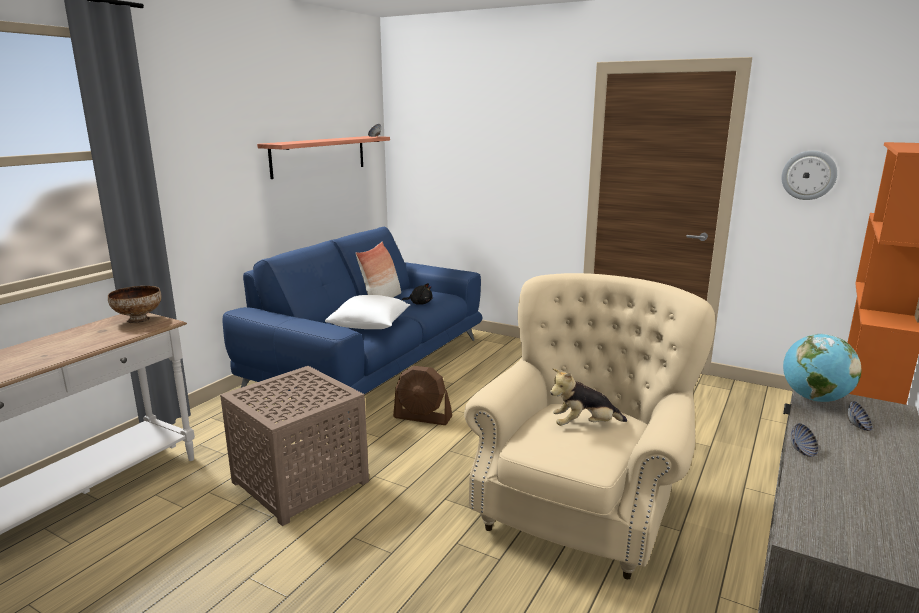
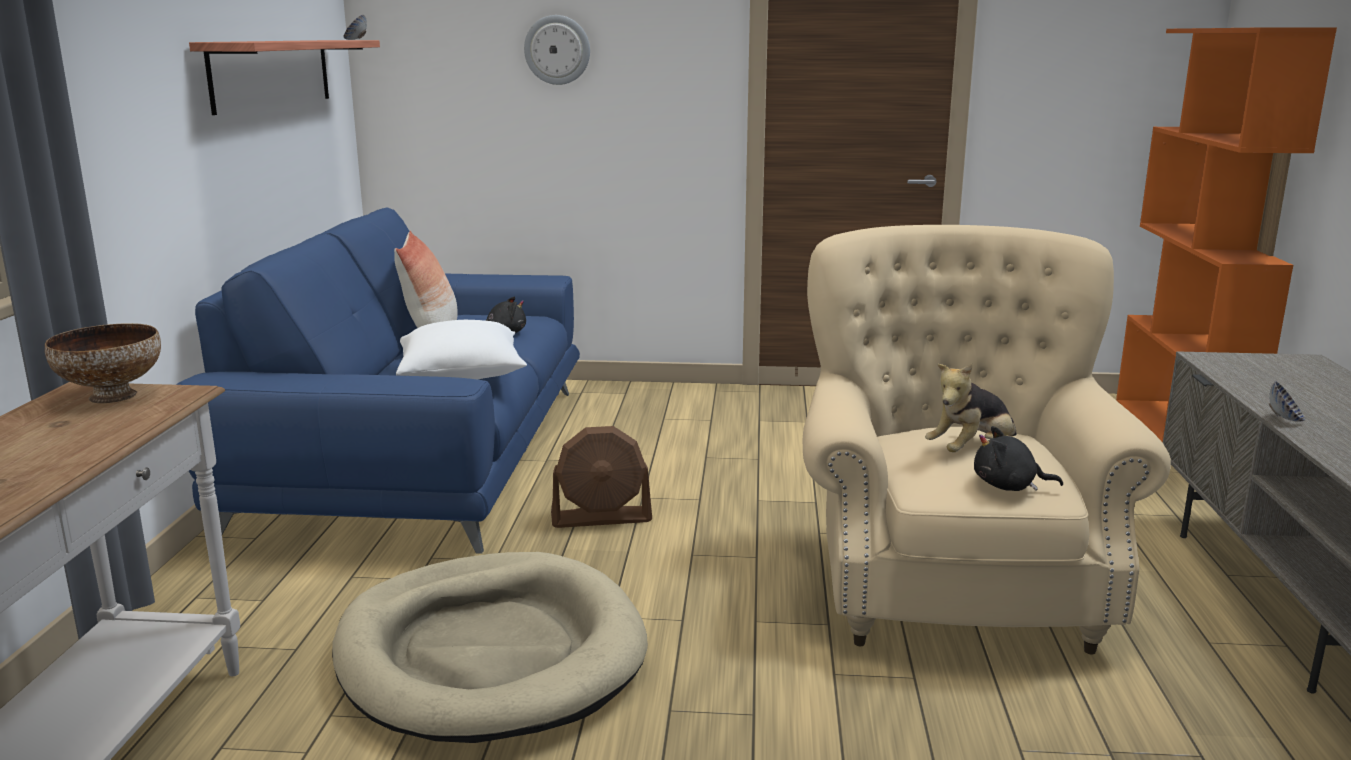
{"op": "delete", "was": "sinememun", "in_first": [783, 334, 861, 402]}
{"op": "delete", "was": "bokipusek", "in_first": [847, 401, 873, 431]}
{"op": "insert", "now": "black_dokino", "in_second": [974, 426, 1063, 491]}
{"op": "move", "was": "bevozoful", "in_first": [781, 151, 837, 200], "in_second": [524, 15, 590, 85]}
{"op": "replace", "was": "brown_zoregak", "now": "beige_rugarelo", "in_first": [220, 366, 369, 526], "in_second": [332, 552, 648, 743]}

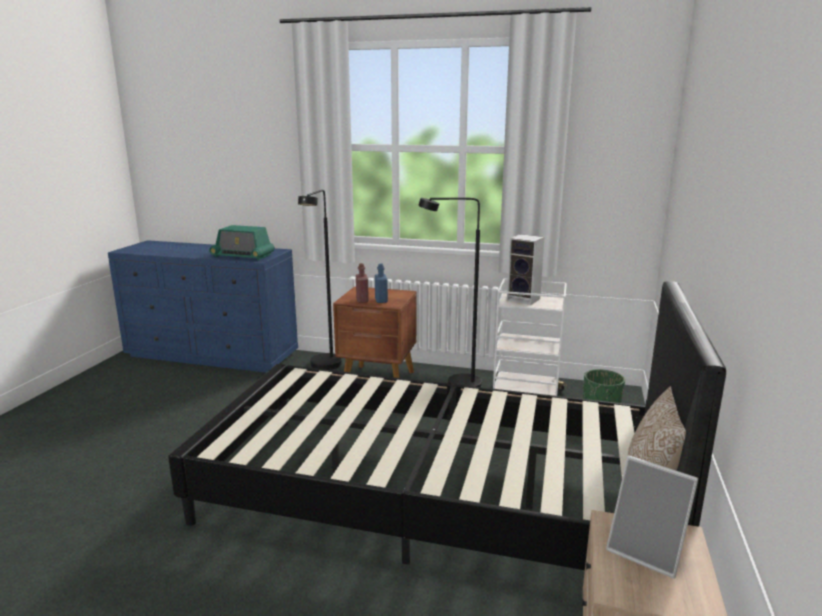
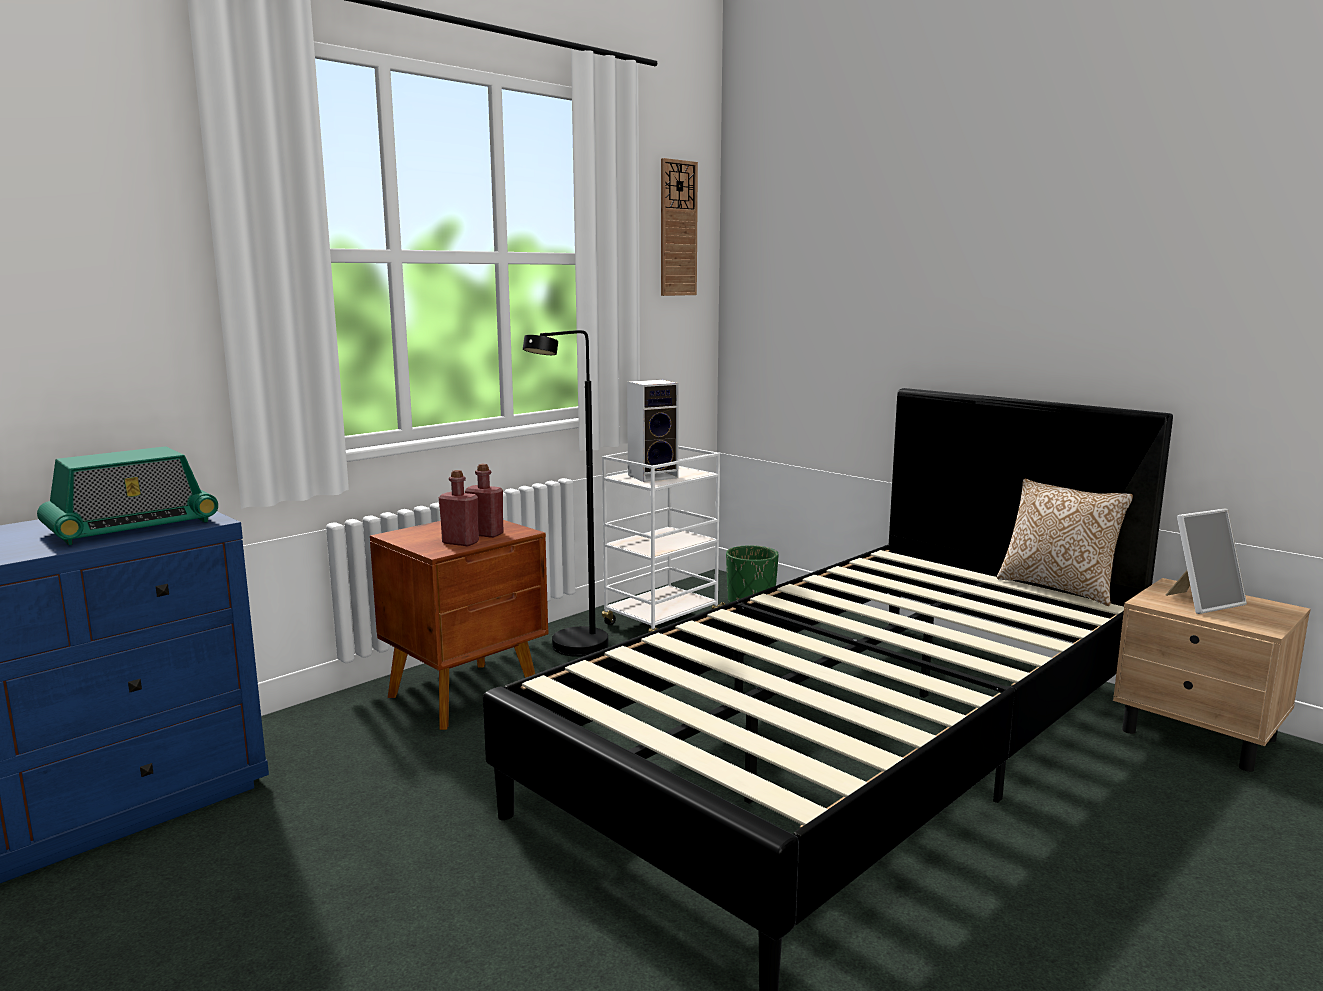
{"op": "delete", "was": "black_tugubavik", "in_first": [298, 190, 342, 370]}
{"op": "insert", "now": "bevozoful", "in_second": [661, 158, 698, 296]}
{"op": "recolor", "was": "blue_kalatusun", "now": "red_kalatusun", "in_first": [375, 263, 388, 303], "in_second": [465, 464, 504, 538]}

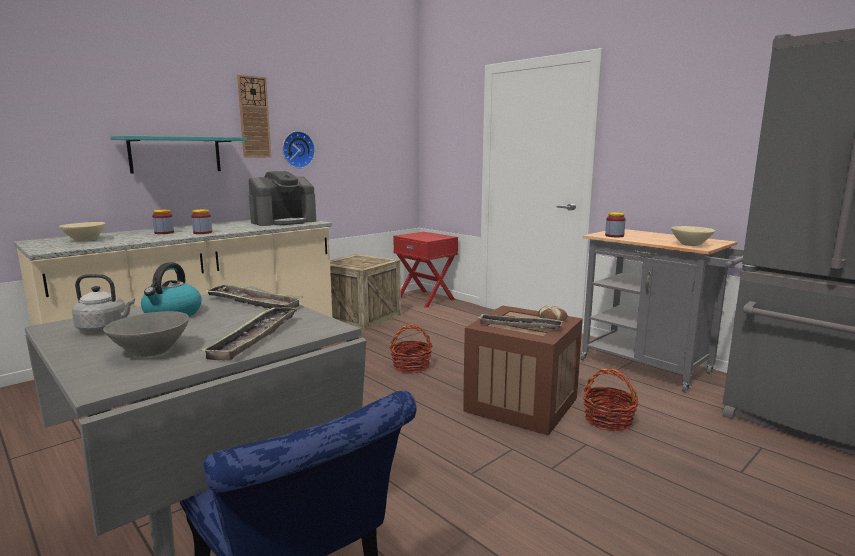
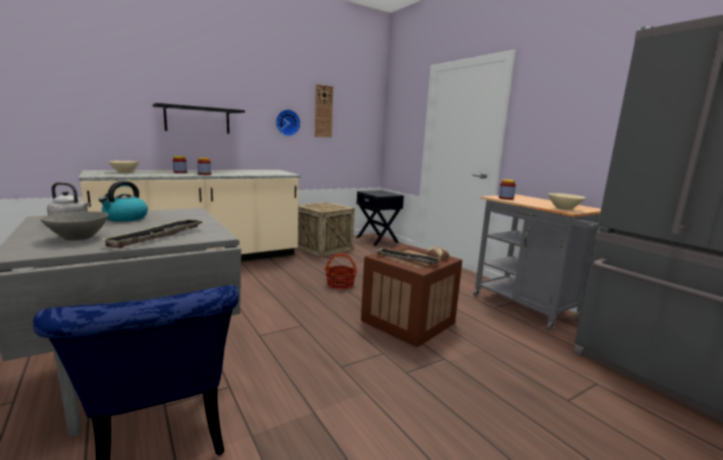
{"op": "delete", "was": "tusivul", "in_first": [205, 284, 303, 309]}
{"op": "delete", "was": "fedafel", "in_first": [249, 171, 316, 226]}
{"op": "delete", "was": "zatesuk", "in_first": [583, 369, 638, 431]}
{"op": "move", "was": "bevozoful", "in_first": [237, 75, 272, 158], "in_second": [315, 84, 333, 138]}
{"op": "recolor", "was": "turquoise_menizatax", "now": "black_menizatax", "in_first": [111, 136, 247, 174], "in_second": [153, 103, 245, 134]}
{"op": "recolor", "was": "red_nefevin", "now": "black_nefevin", "in_first": [393, 232, 458, 308], "in_second": [356, 190, 404, 246]}

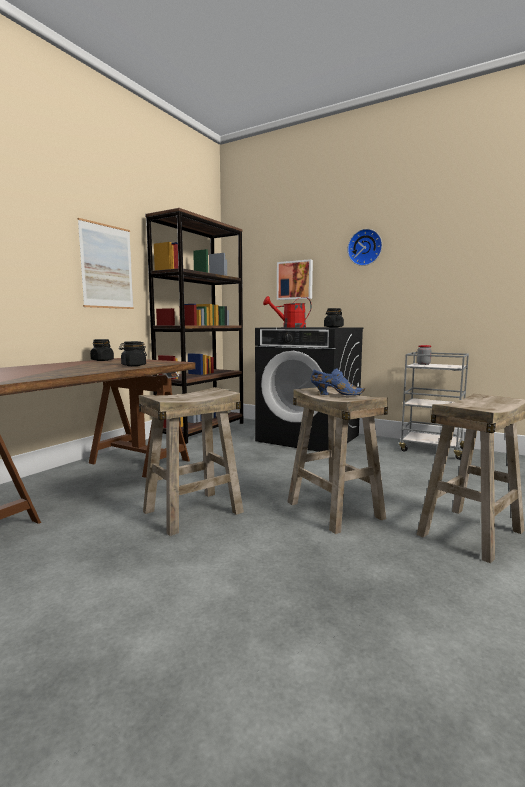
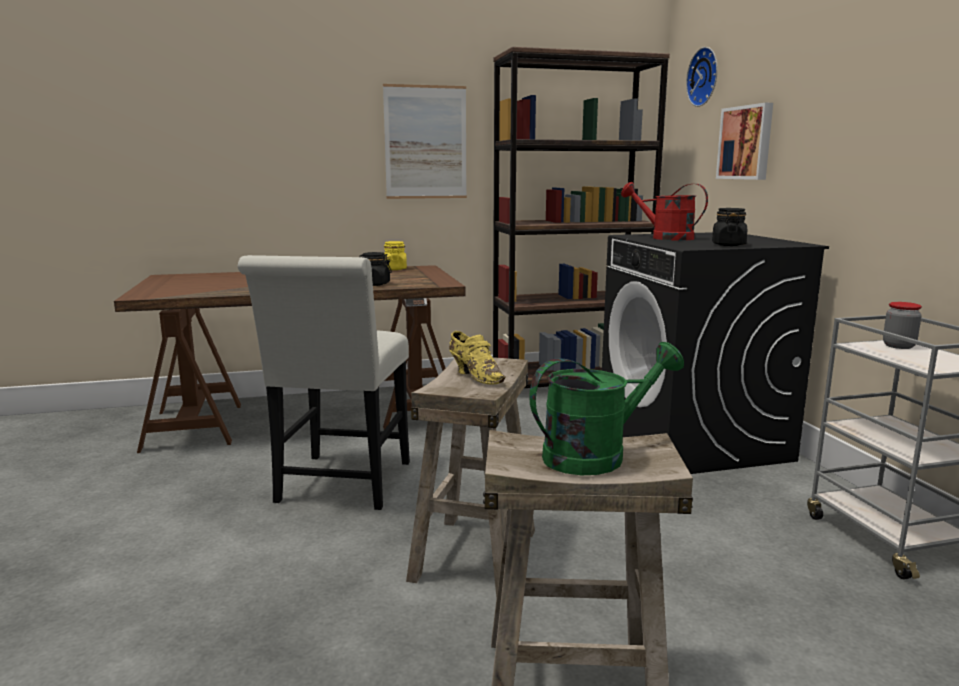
{"op": "insert", "now": "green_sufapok", "in_second": [529, 342, 684, 475]}
{"op": "move", "was": "bevozoful", "in_first": [348, 229, 382, 266], "in_second": [686, 47, 718, 107]}
{"op": "replace", "was": "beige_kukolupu", "now": "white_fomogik", "in_first": [139, 387, 244, 536], "in_second": [238, 255, 410, 510]}
{"op": "recolor", "was": "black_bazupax", "now": "yellow_bazupax", "in_first": [90, 339, 114, 361], "in_second": [384, 241, 407, 270]}
{"op": "recolor", "was": "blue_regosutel", "now": "yellow_regosutel", "in_first": [311, 368, 365, 395], "in_second": [449, 331, 506, 385]}

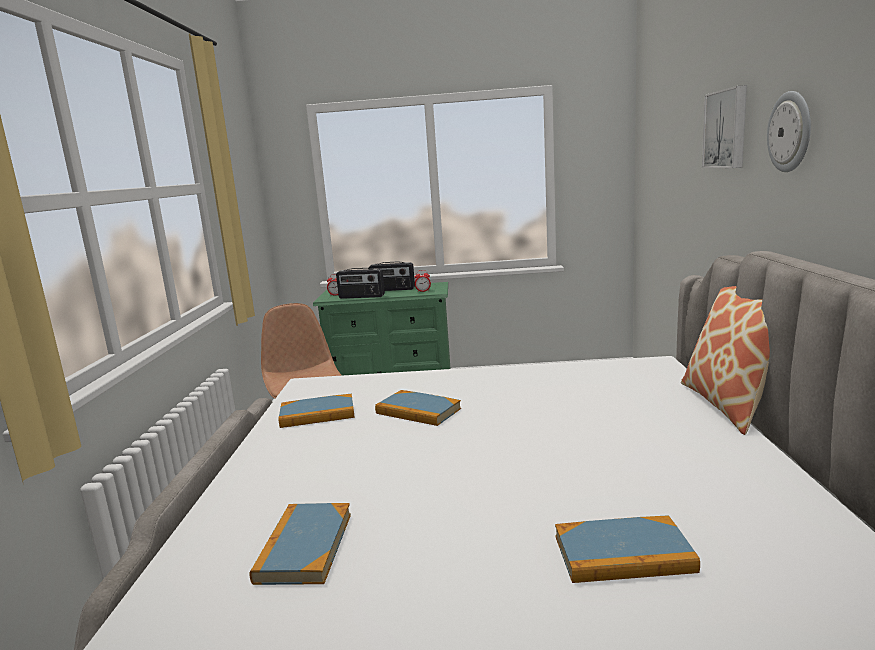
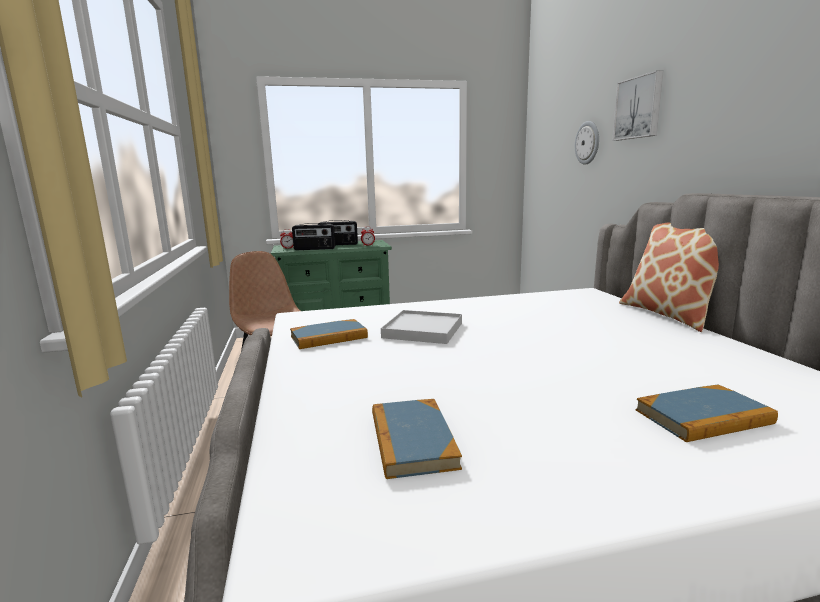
{"op": "move", "was": "bevozoful", "in_first": [767, 91, 811, 172], "in_second": [575, 121, 599, 165]}
{"op": "replace", "was": "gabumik", "now": "white_tusivul", "in_first": [375, 390, 461, 426], "in_second": [381, 310, 462, 344]}

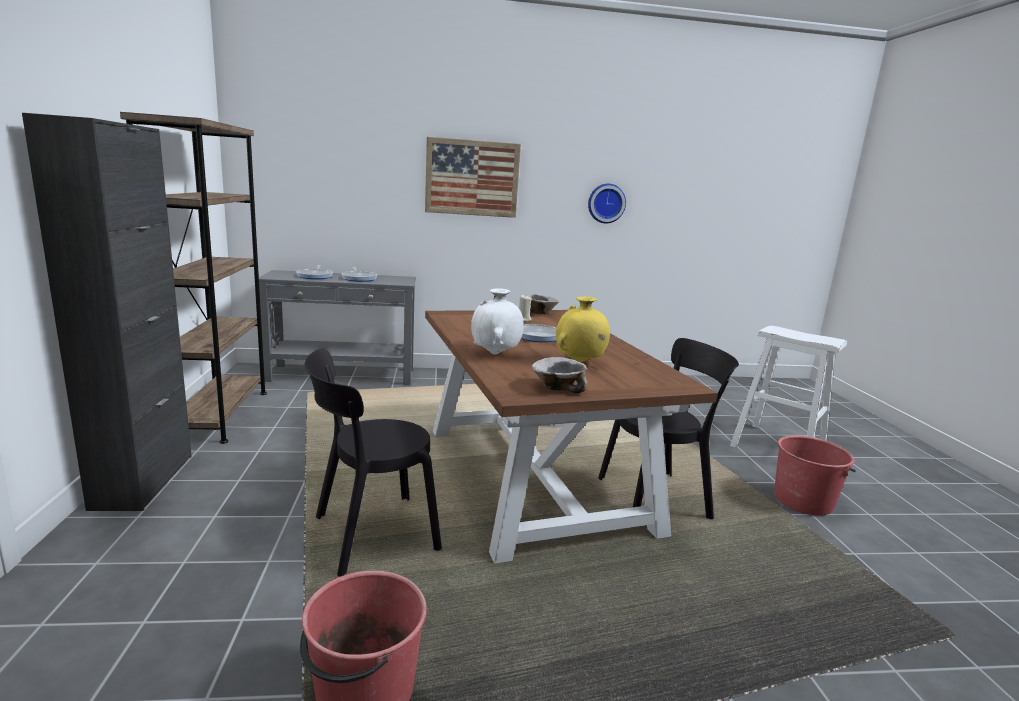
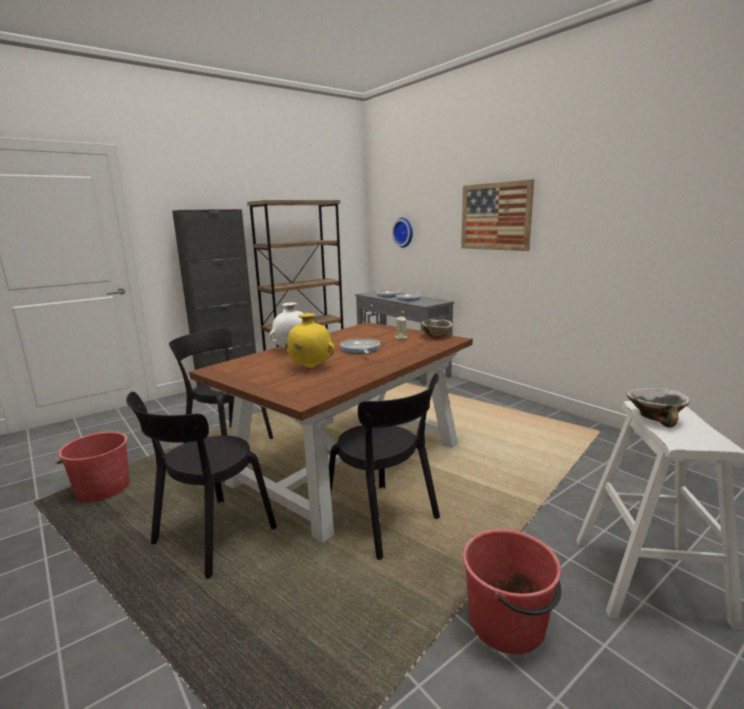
{"op": "insert", "now": "black_fomogik", "in_second": [126, 392, 277, 579]}
{"op": "move", "was": "bokipusek", "in_first": [532, 357, 588, 393], "in_second": [627, 388, 690, 427]}
{"op": "move", "was": "bevozoful", "in_first": [588, 184, 626, 224], "in_second": [392, 217, 413, 248]}

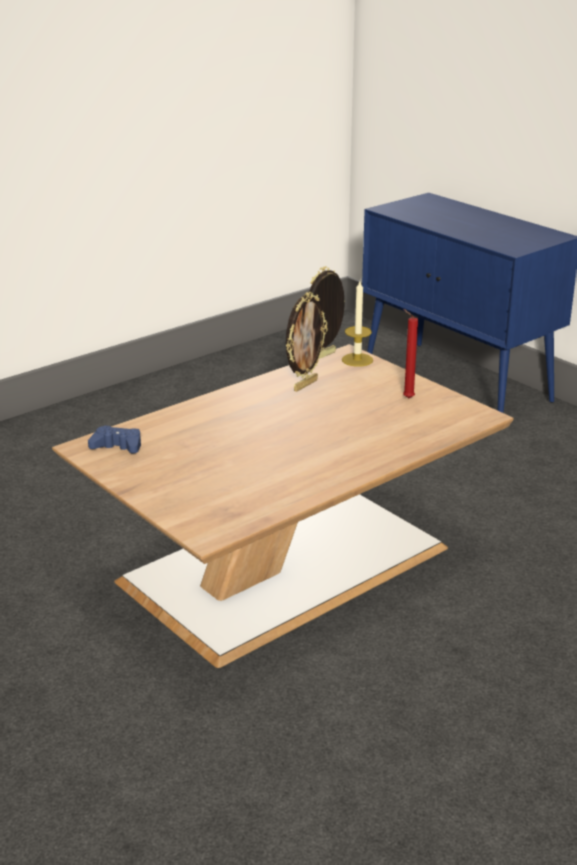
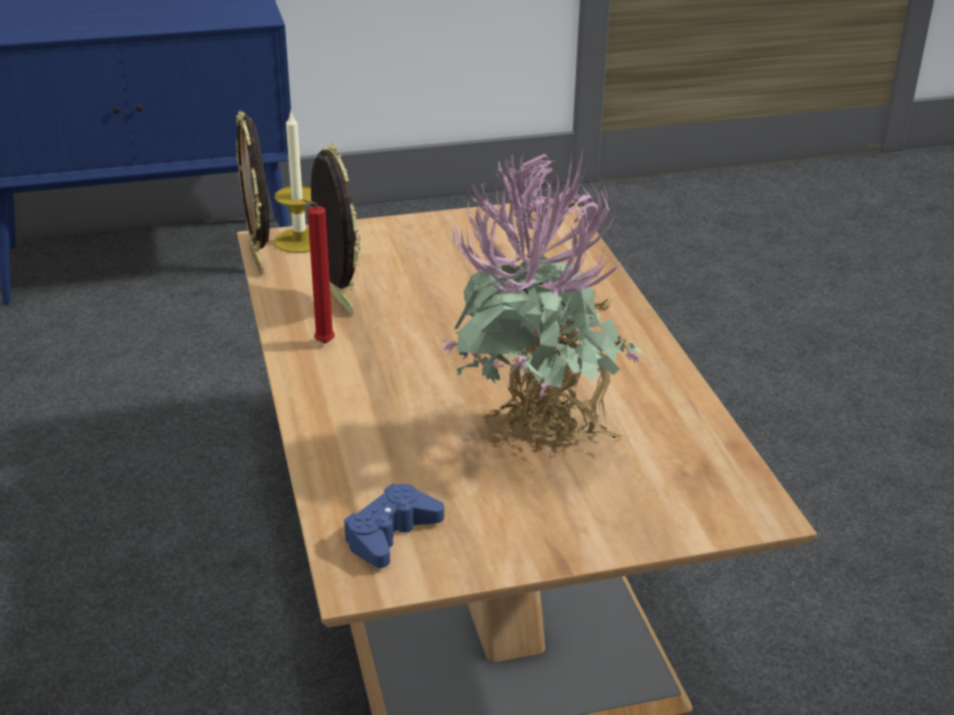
{"op": "insert", "now": "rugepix", "in_second": [438, 147, 643, 460]}
{"op": "move", "was": "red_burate", "in_first": [403, 309, 418, 399], "in_second": [302, 199, 335, 344]}

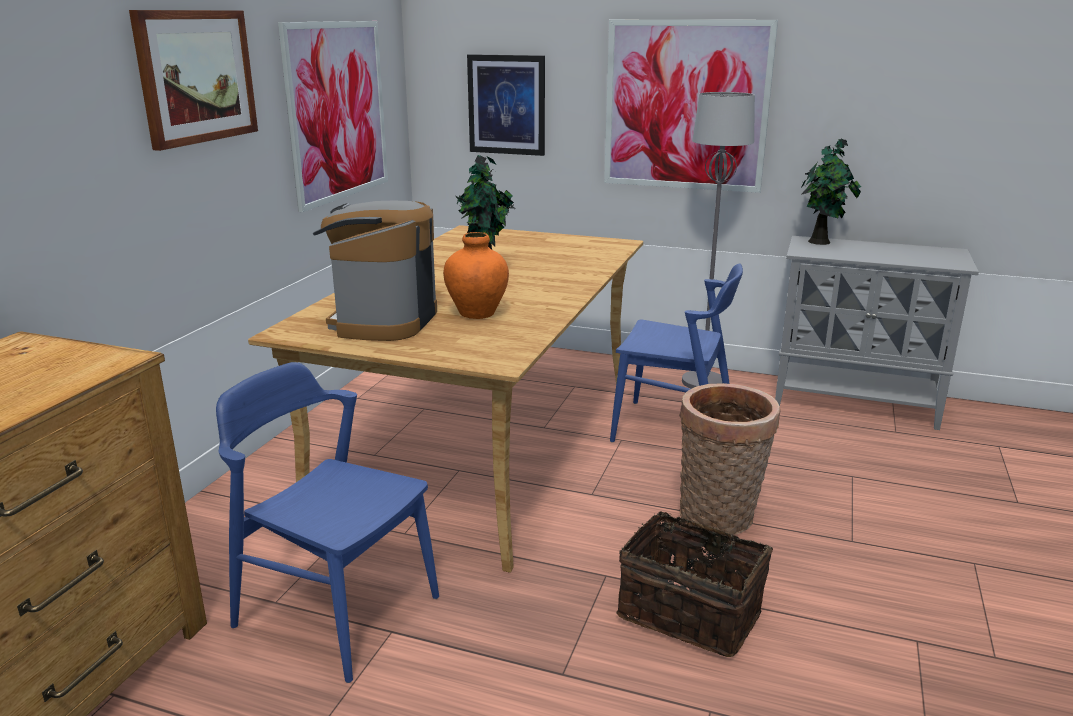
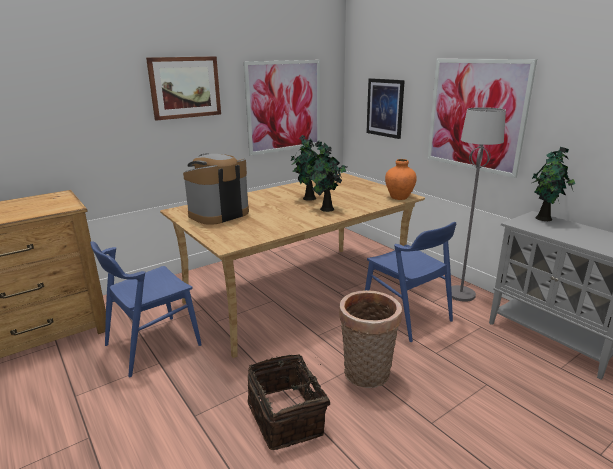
{"op": "insert", "now": "rugepix", "in_second": [306, 141, 347, 212]}
{"op": "move", "was": "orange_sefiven", "in_first": [443, 232, 509, 319], "in_second": [385, 159, 417, 200]}
{"op": "rotate", "was": "blue_fomogik", "in_first": [216, 362, 439, 683], "in_second": [90, 241, 202, 377], "clockwise": -105}

